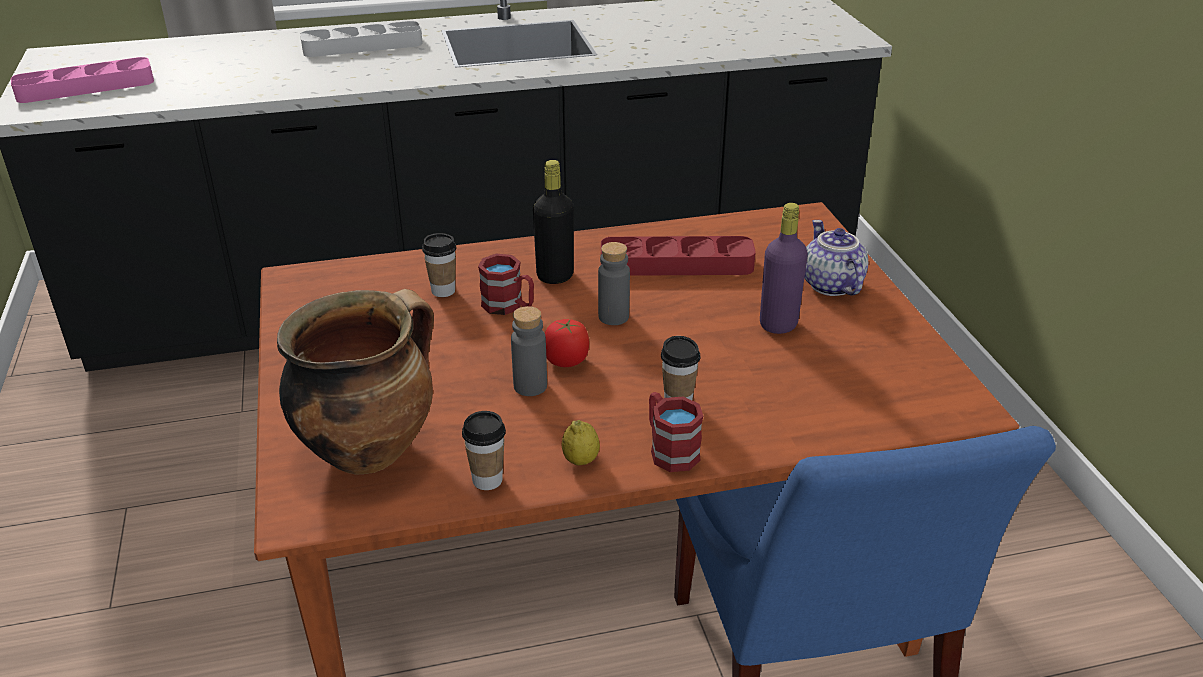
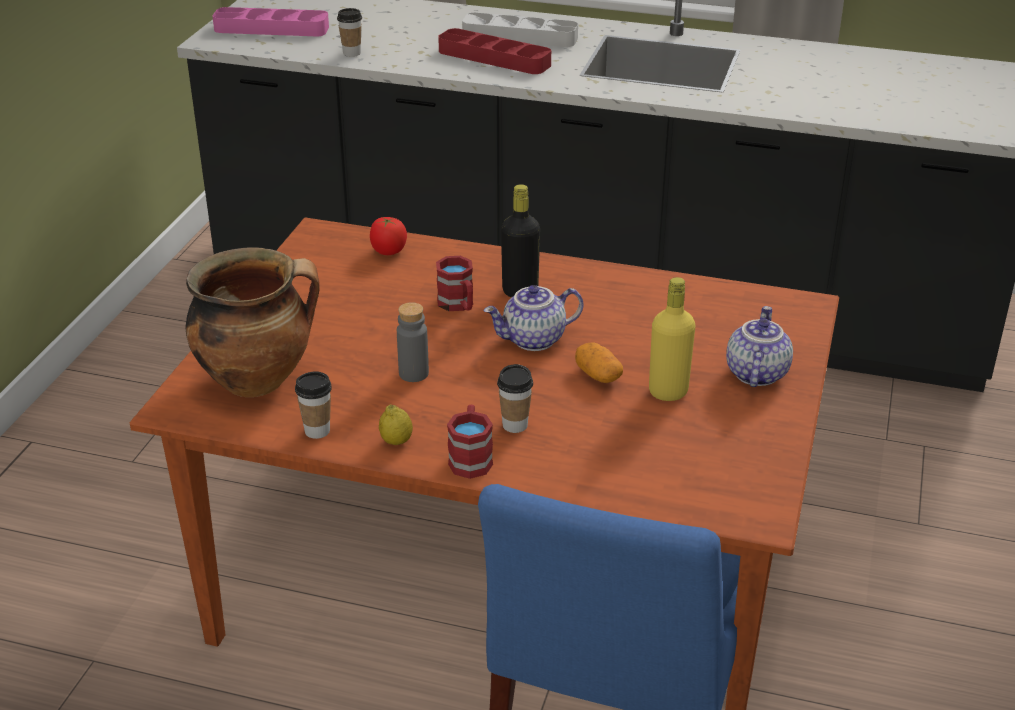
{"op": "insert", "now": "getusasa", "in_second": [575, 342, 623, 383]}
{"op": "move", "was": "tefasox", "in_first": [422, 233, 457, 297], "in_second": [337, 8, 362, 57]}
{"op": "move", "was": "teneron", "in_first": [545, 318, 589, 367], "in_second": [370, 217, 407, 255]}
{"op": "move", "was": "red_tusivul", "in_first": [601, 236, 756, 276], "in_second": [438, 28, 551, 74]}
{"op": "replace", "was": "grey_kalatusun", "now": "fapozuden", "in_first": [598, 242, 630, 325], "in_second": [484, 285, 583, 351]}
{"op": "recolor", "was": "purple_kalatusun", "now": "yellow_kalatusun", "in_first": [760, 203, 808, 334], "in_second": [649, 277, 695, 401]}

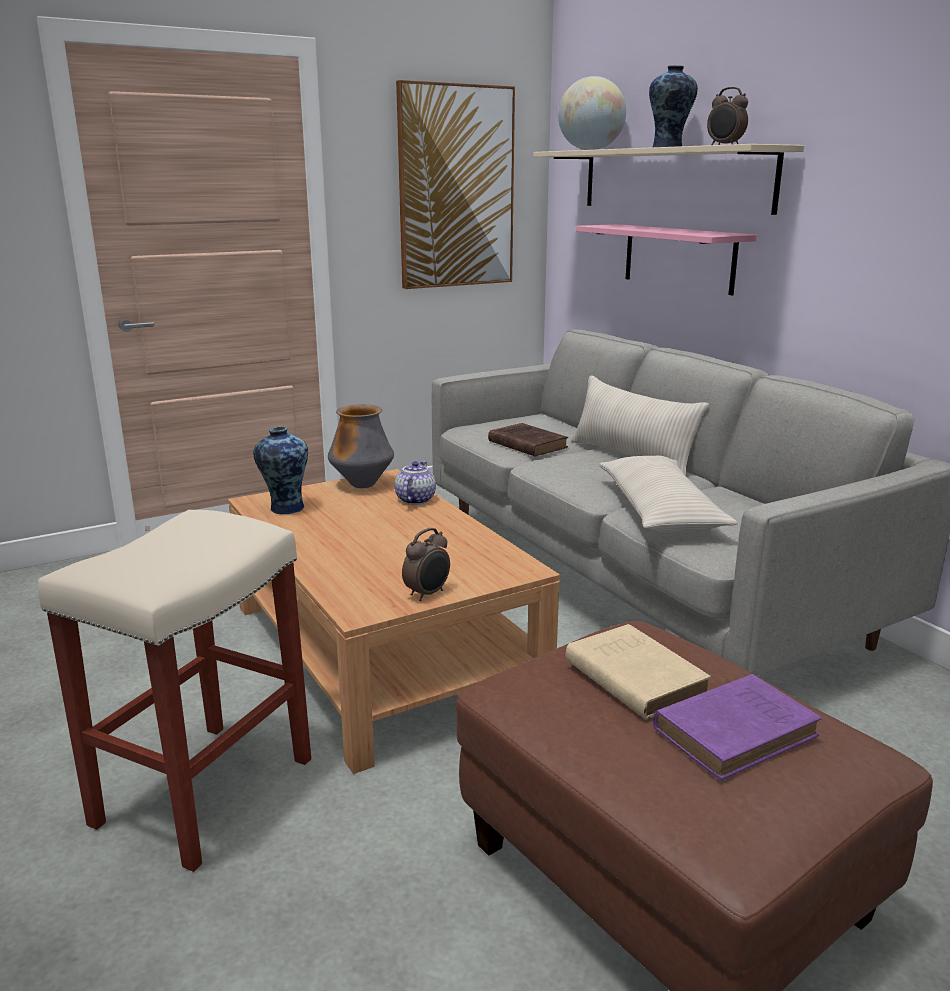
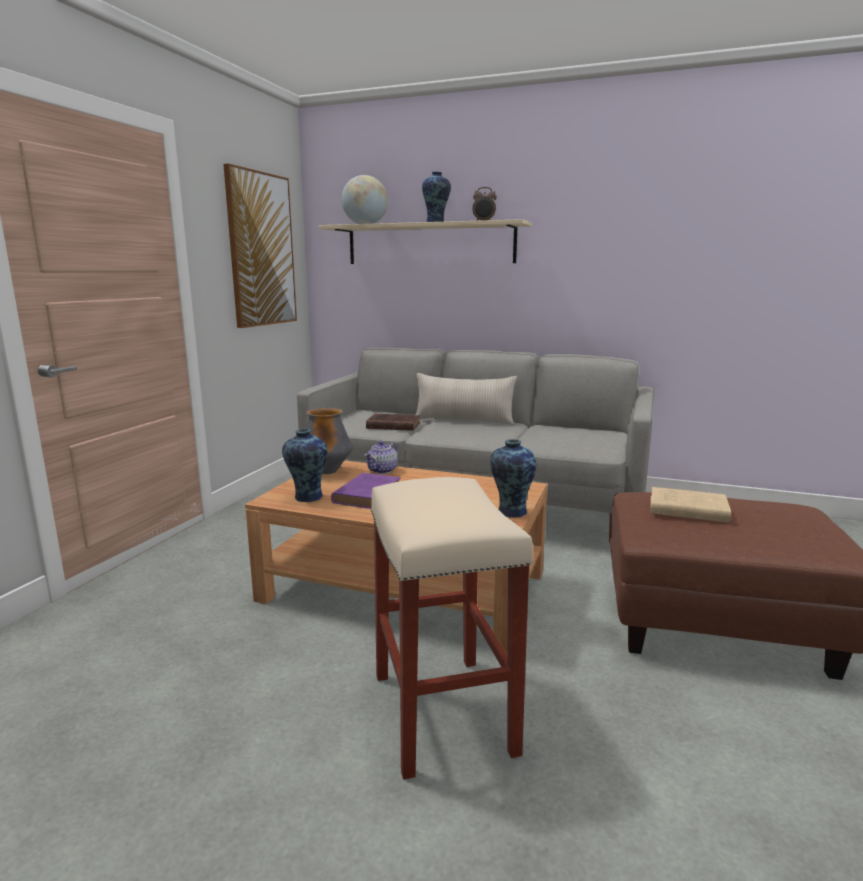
{"op": "delete", "was": "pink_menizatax", "in_first": [576, 224, 757, 295]}
{"op": "delete", "was": "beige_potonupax", "in_first": [599, 456, 738, 533]}
{"op": "move", "was": "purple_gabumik", "in_first": [653, 674, 822, 780], "in_second": [331, 473, 400, 509]}
{"op": "replace", "was": "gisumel", "now": "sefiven", "in_first": [402, 528, 450, 601], "in_second": [490, 439, 536, 518]}
{"op": "rotate", "was": "fapozuden", "in_first": [395, 461, 436, 505], "in_second": [364, 441, 398, 474], "clockwise": -120}

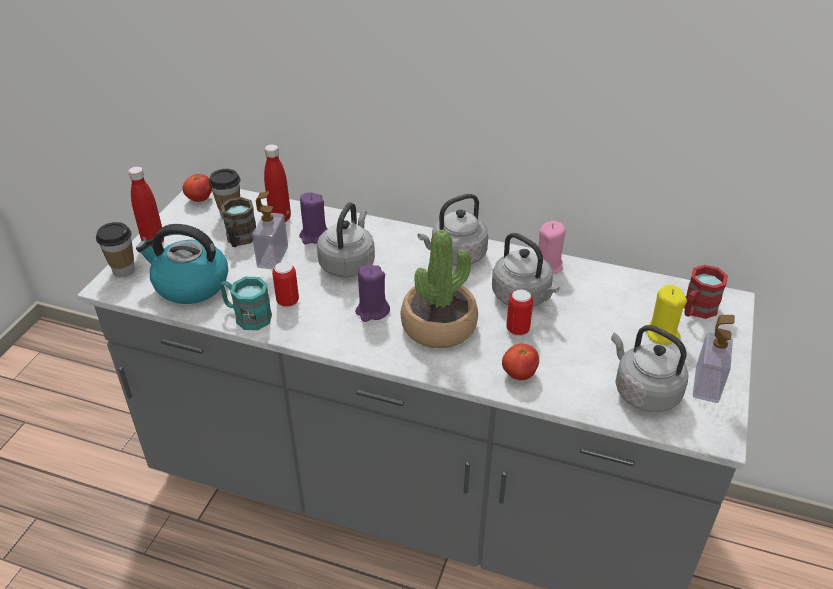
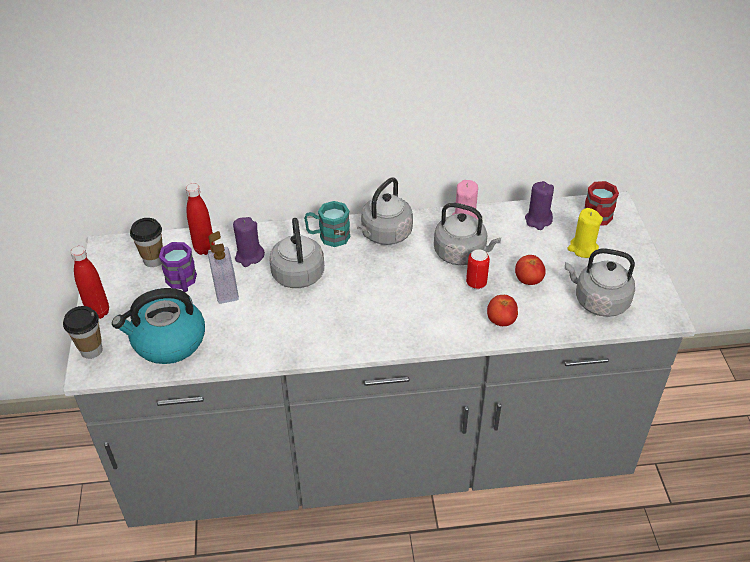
{"op": "delete", "was": "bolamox", "in_first": [272, 262, 299, 307]}
{"op": "delete", "was": "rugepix", "in_first": [401, 230, 478, 348]}
{"op": "delete", "was": "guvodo", "in_first": [693, 315, 735, 403]}
{"op": "move", "was": "teneron", "in_first": [183, 174, 212, 202], "in_second": [515, 255, 546, 285]}
{"op": "move", "was": "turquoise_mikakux", "in_first": [220, 277, 272, 330], "in_second": [304, 201, 351, 247]}
{"op": "move", "was": "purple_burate", "in_first": [355, 265, 390, 322], "in_second": [525, 181, 554, 230]}
{"op": "recolor", "was": "brown_mikakux", "now": "purple_mikakux", "in_first": [221, 197, 256, 247], "in_second": [159, 242, 197, 292]}

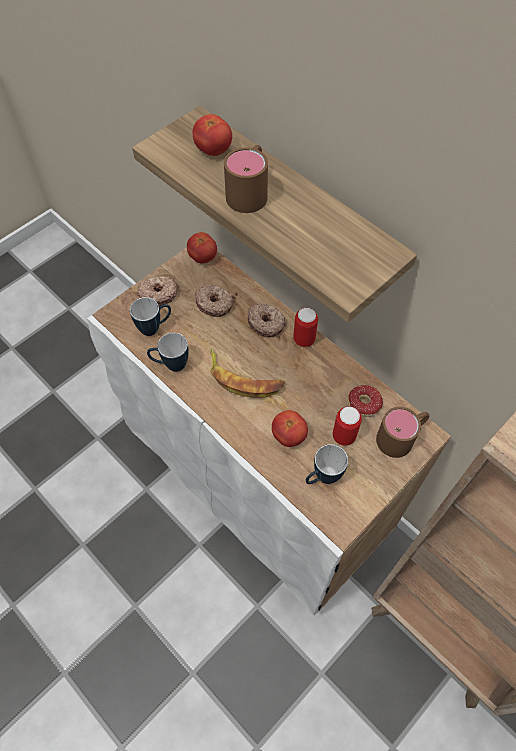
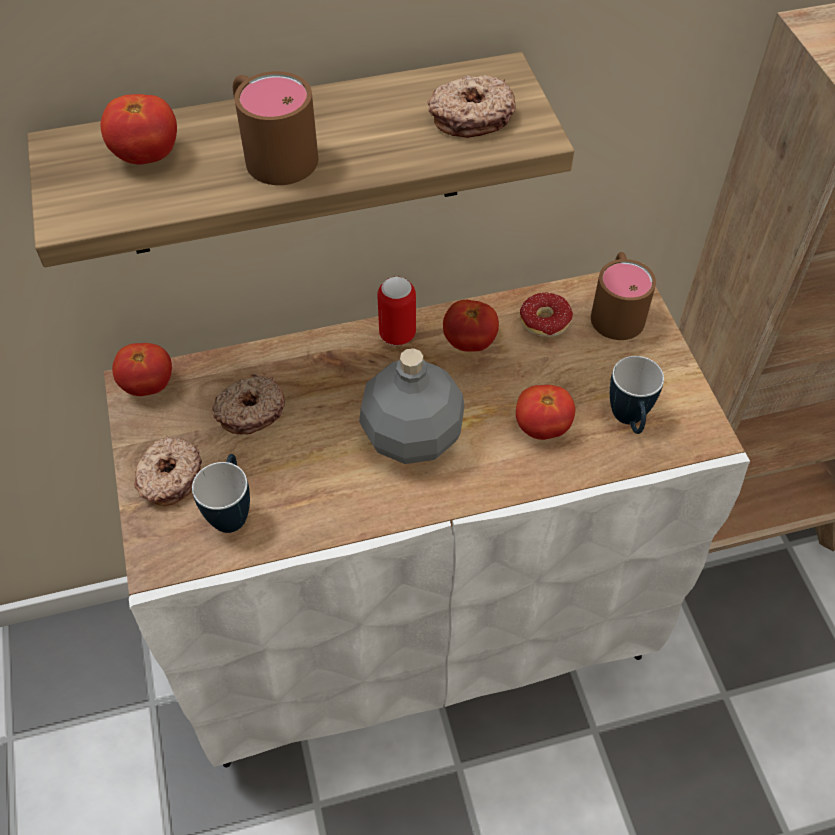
{"op": "delete", "was": "mikakux", "in_first": [147, 333, 188, 372]}
{"op": "delete", "was": "bolamox", "in_first": [333, 406, 362, 446]}
{"op": "insert", "now": "teneron", "in_second": [443, 300, 499, 351]}
{"op": "move", "was": "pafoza", "in_first": [247, 303, 286, 337], "in_second": [428, 75, 516, 138]}
{"op": "replace", "was": "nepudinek", "now": "grey_kalatusun", "in_first": [210, 348, 285, 398], "in_second": [359, 348, 464, 464]}

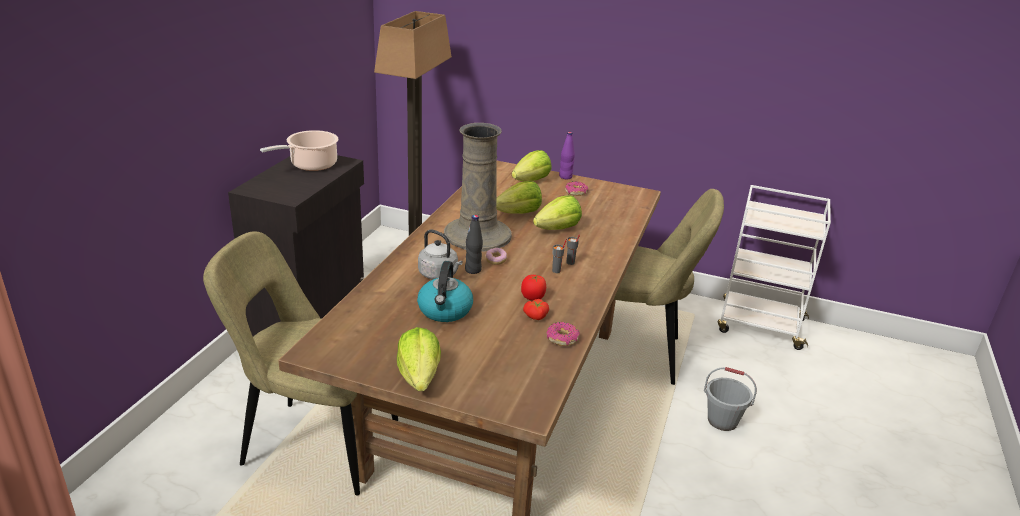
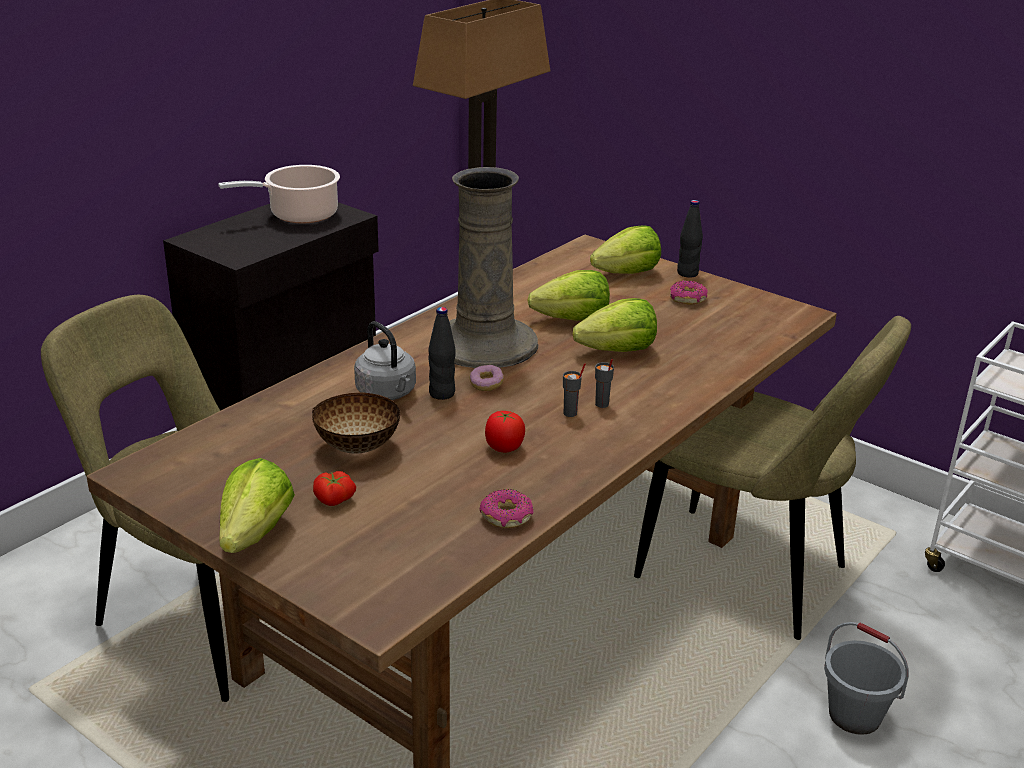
{"op": "move", "was": "teneron", "in_first": [523, 299, 549, 320], "in_second": [313, 471, 356, 506]}
{"op": "replace", "was": "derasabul", "now": "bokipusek", "in_first": [417, 261, 473, 322], "in_second": [312, 392, 401, 454]}
{"op": "recolor", "was": "purple_kalatusun", "now": "black_kalatusun", "in_first": [559, 132, 575, 179], "in_second": [677, 200, 703, 278]}

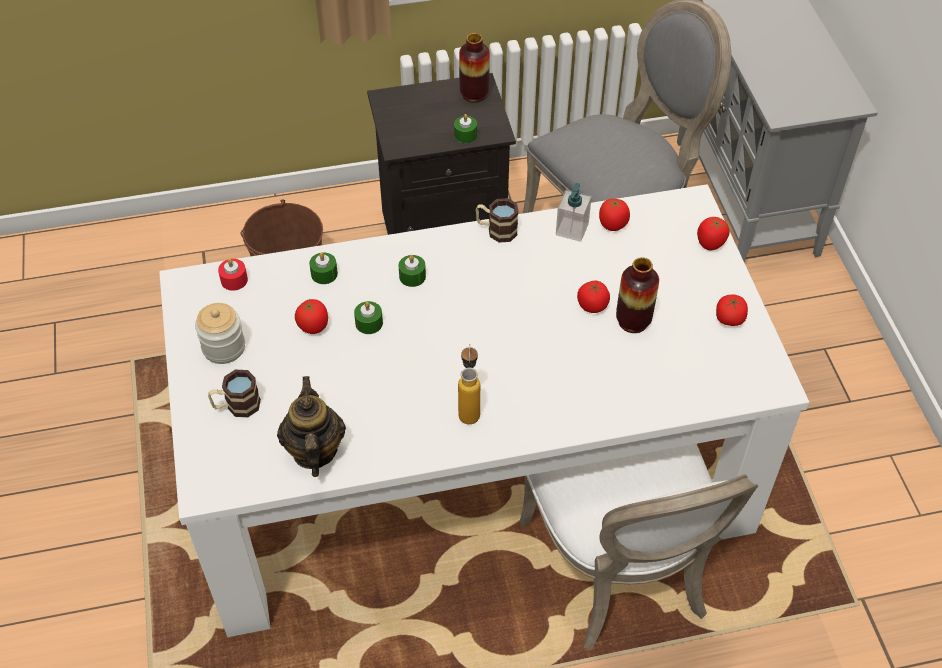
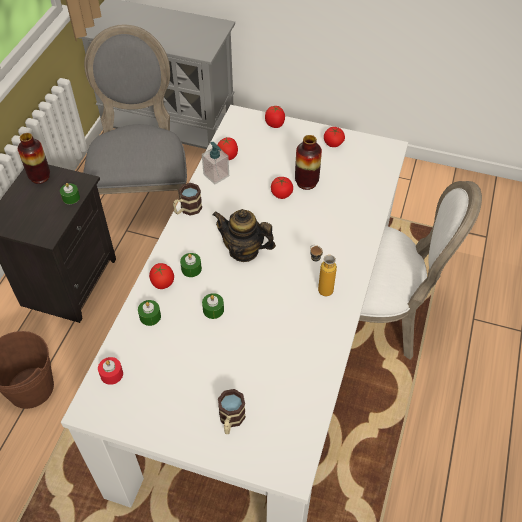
{"op": "delete", "was": "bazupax", "in_first": [195, 303, 245, 364]}
{"op": "move", "was": "fapozuden", "in_first": [277, 376, 346, 477], "in_second": [213, 209, 276, 262]}
{"op": "move", "was": "teneron", "in_first": [295, 299, 328, 334], "in_second": [149, 263, 174, 289]}

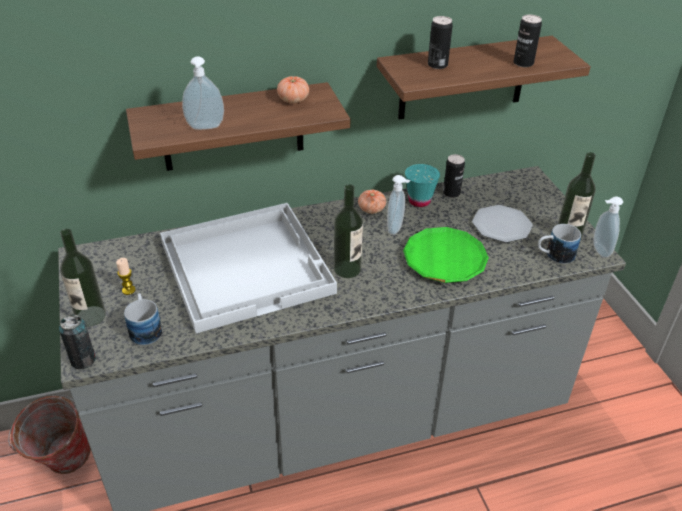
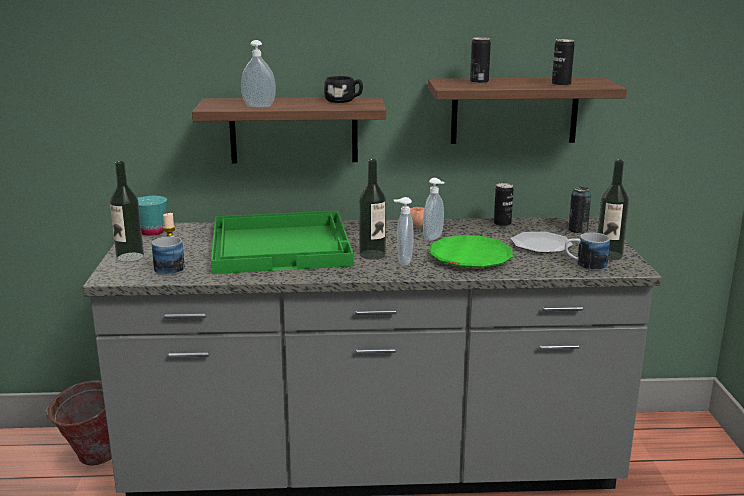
{"op": "move", "was": "bolamox", "in_first": [59, 314, 96, 369], "in_second": [568, 187, 591, 233]}
{"op": "move", "was": "turquoise_tefasox", "in_first": [405, 164, 440, 207], "in_second": [138, 196, 167, 236]}
{"op": "move", "was": "guvodo", "in_first": [593, 197, 623, 258], "in_second": [394, 197, 413, 265]}
{"op": "replace", "was": "teneron", "now": "black_mikakux", "in_first": [277, 76, 309, 103], "in_second": [324, 76, 363, 103]}
{"op": "recolor", "was": "white_tusivul", "now": "green_tusivul", "in_first": [160, 203, 337, 333], "in_second": [211, 211, 354, 274]}

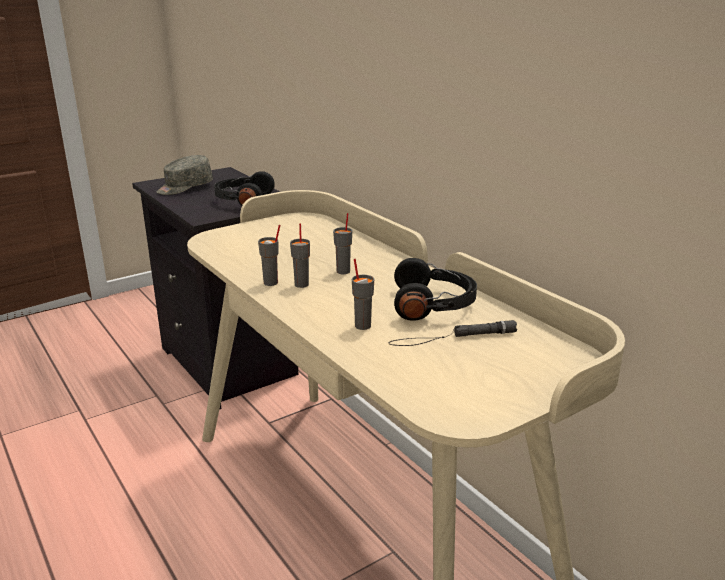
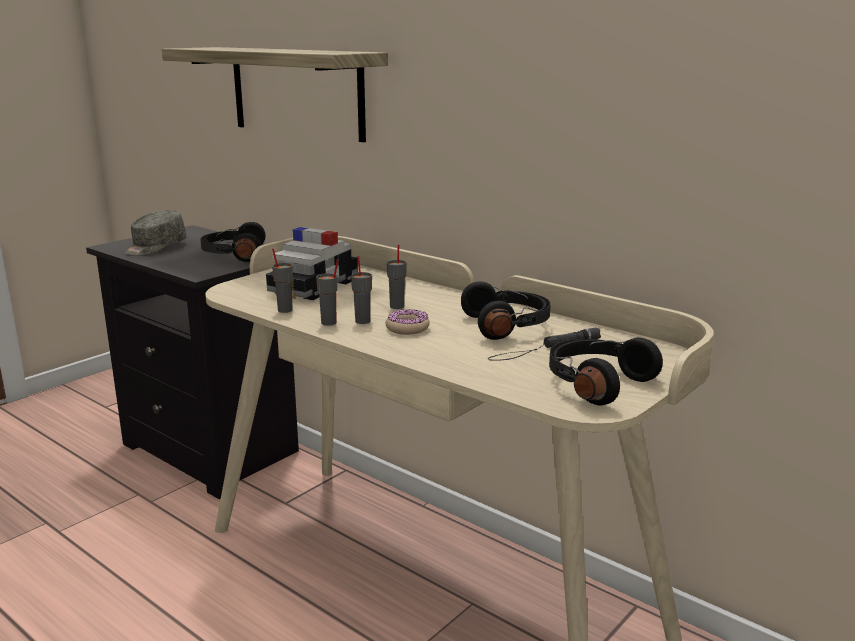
{"op": "insert", "now": "menizatax", "in_second": [162, 47, 388, 142]}
{"op": "insert", "now": "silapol", "in_second": [266, 227, 358, 300]}
{"op": "insert", "now": "pafoza", "in_second": [385, 309, 430, 335]}
{"op": "insert", "now": "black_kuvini", "in_second": [549, 337, 663, 405]}
{"op": "move", "was": "grey_tefasox", "in_first": [352, 259, 374, 330], "in_second": [272, 249, 293, 313]}

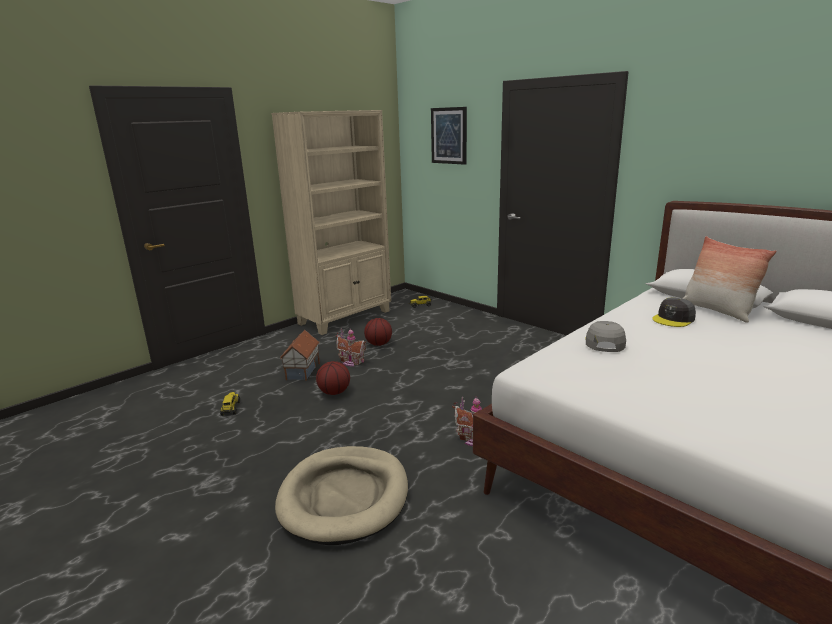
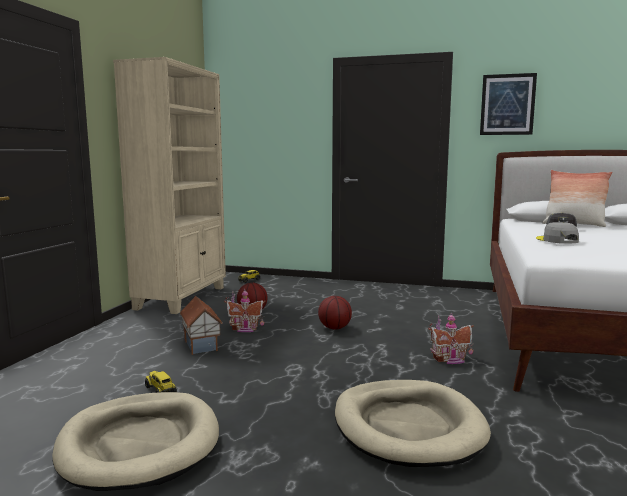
{"op": "insert", "now": "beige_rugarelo", "in_second": [52, 392, 219, 491]}
{"op": "move", "was": "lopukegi", "in_first": [316, 361, 350, 395], "in_second": [318, 296, 352, 330]}
{"op": "move", "was": "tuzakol", "in_first": [431, 107, 467, 165], "in_second": [480, 73, 537, 135]}

